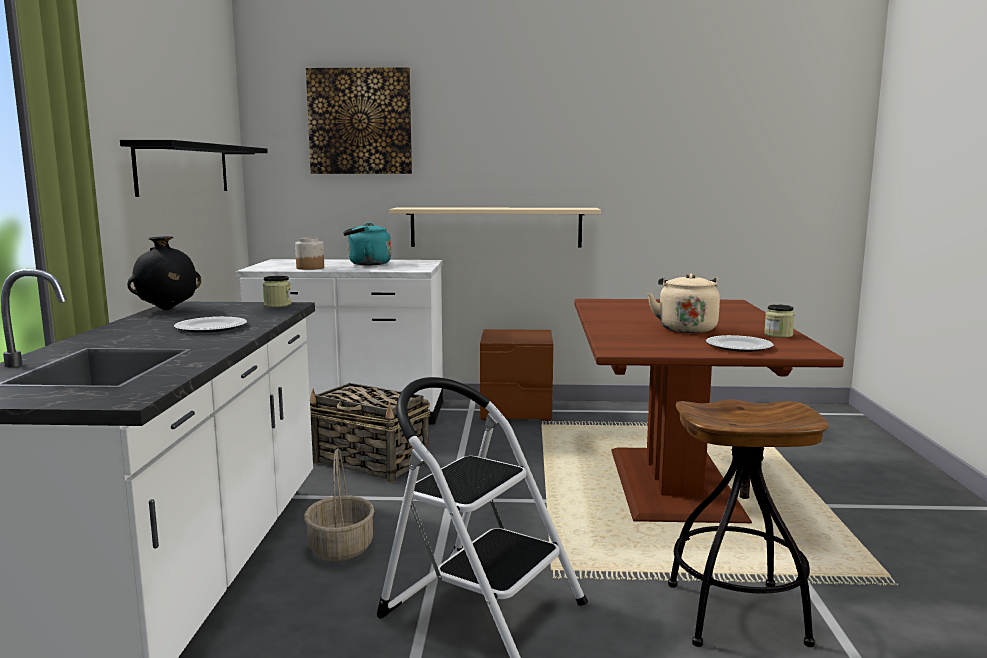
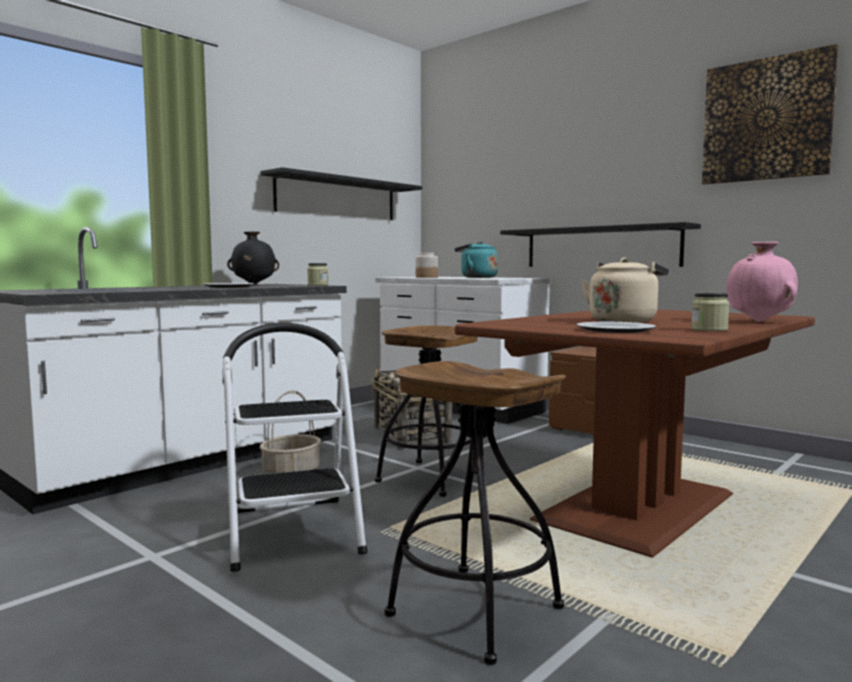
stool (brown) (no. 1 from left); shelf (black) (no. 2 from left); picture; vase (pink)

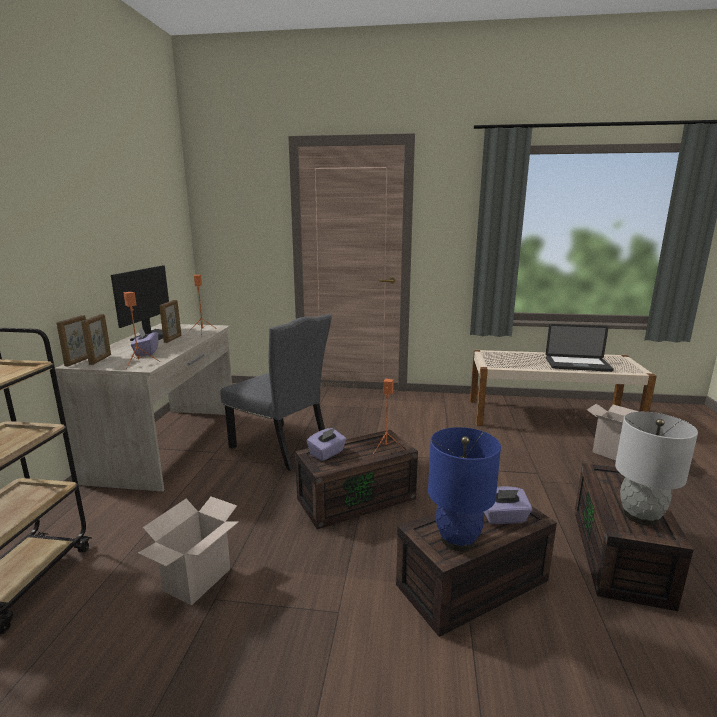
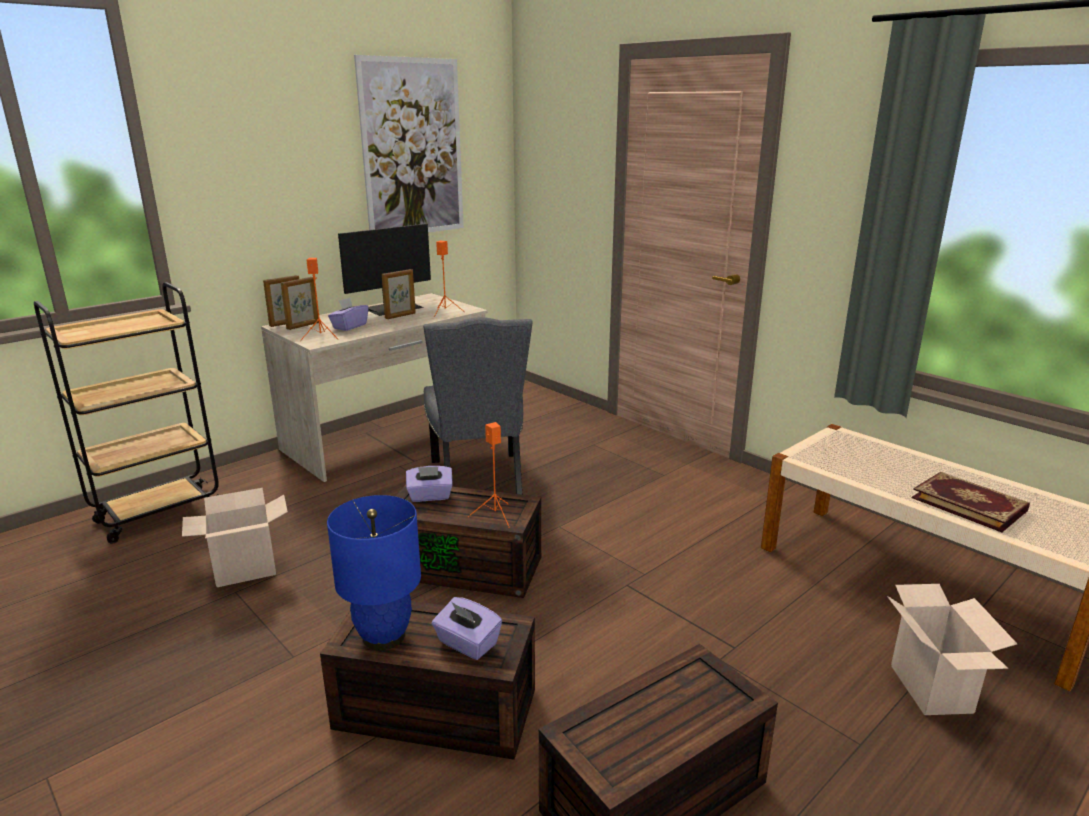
picture; book; table lamp (white)

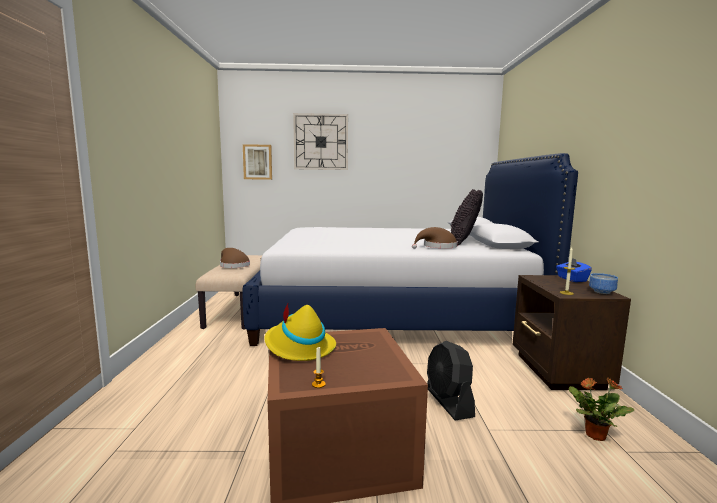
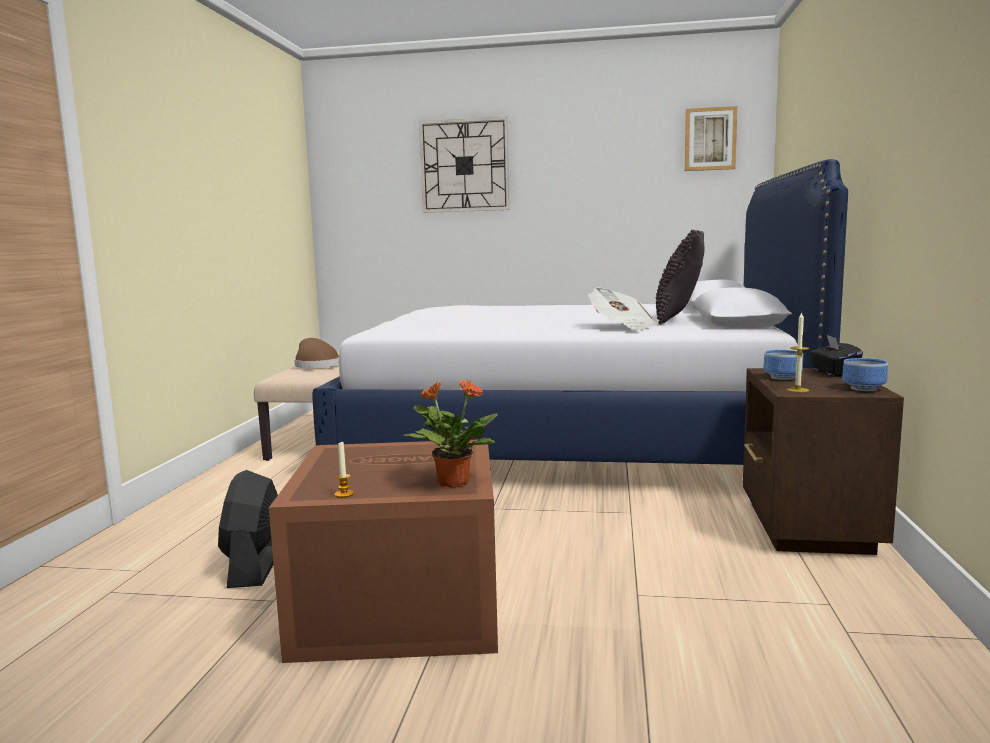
fan (black); potted plant; newspaper; picture; bowl (no. 1 from left); tissue box (black); hat (yellow)

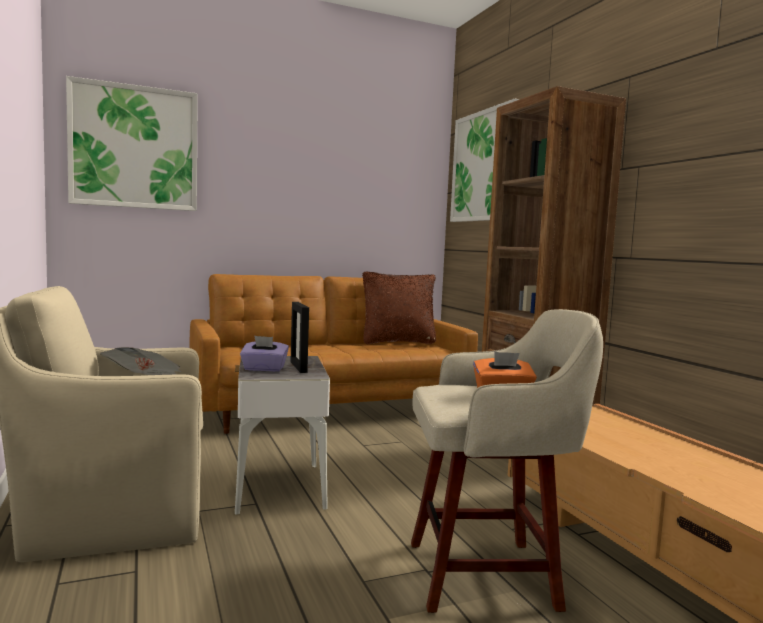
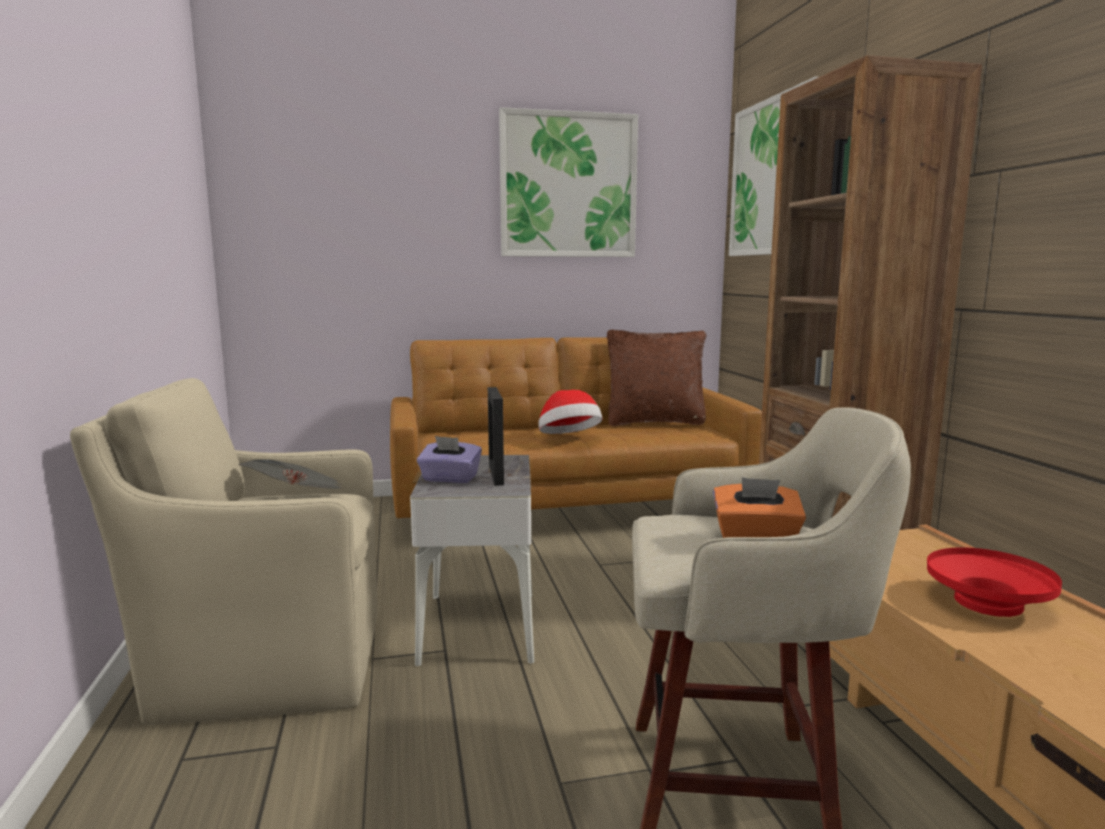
picture (no. 1 from left); hat; bowl (red)

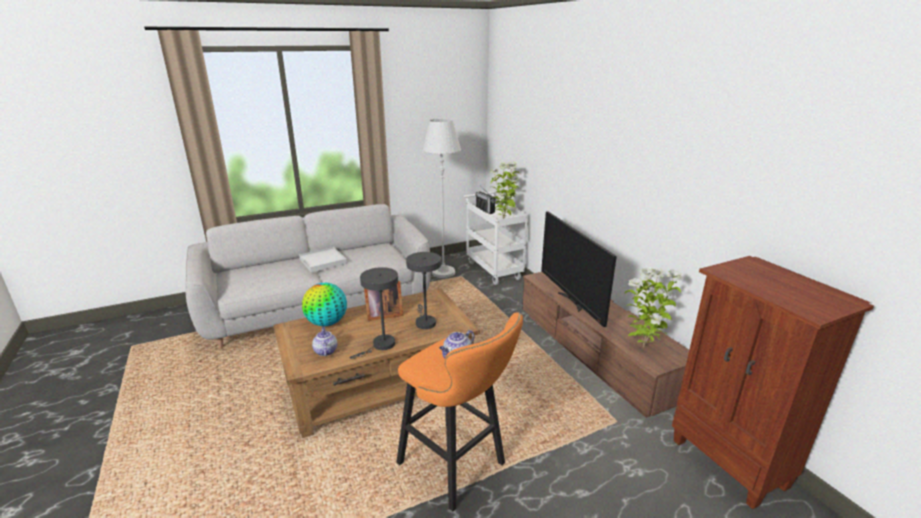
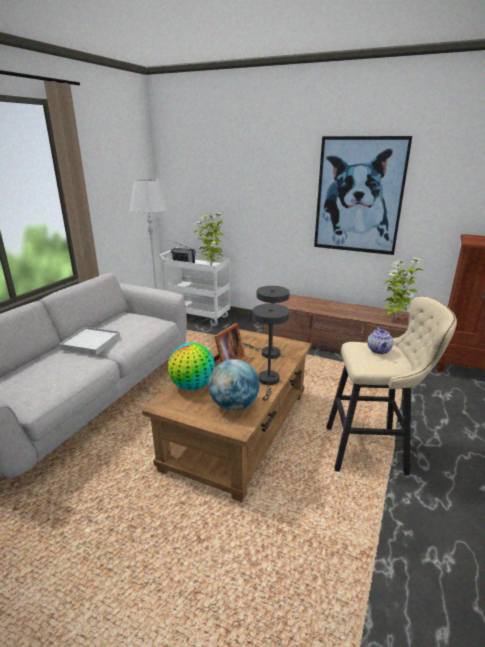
globe (no. 2 from left); picture; stool (beige); television

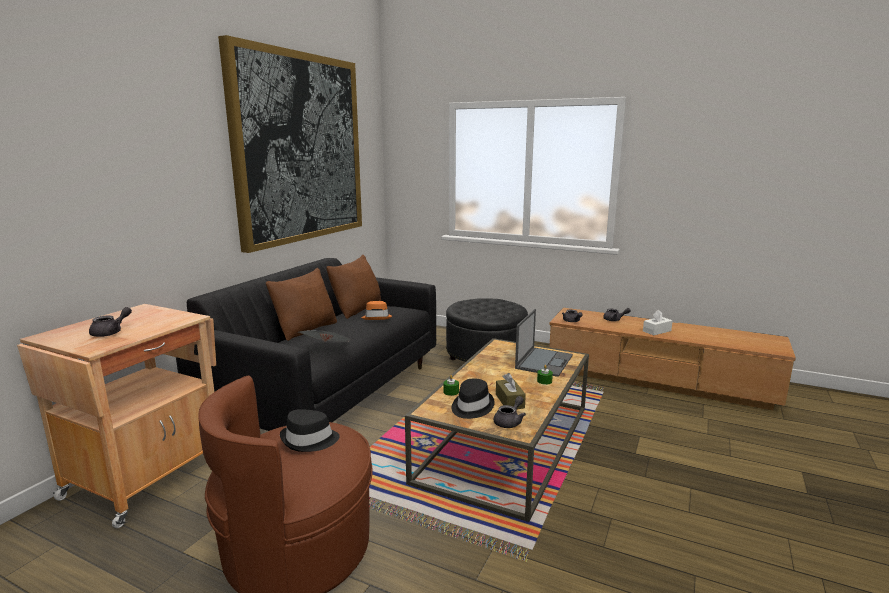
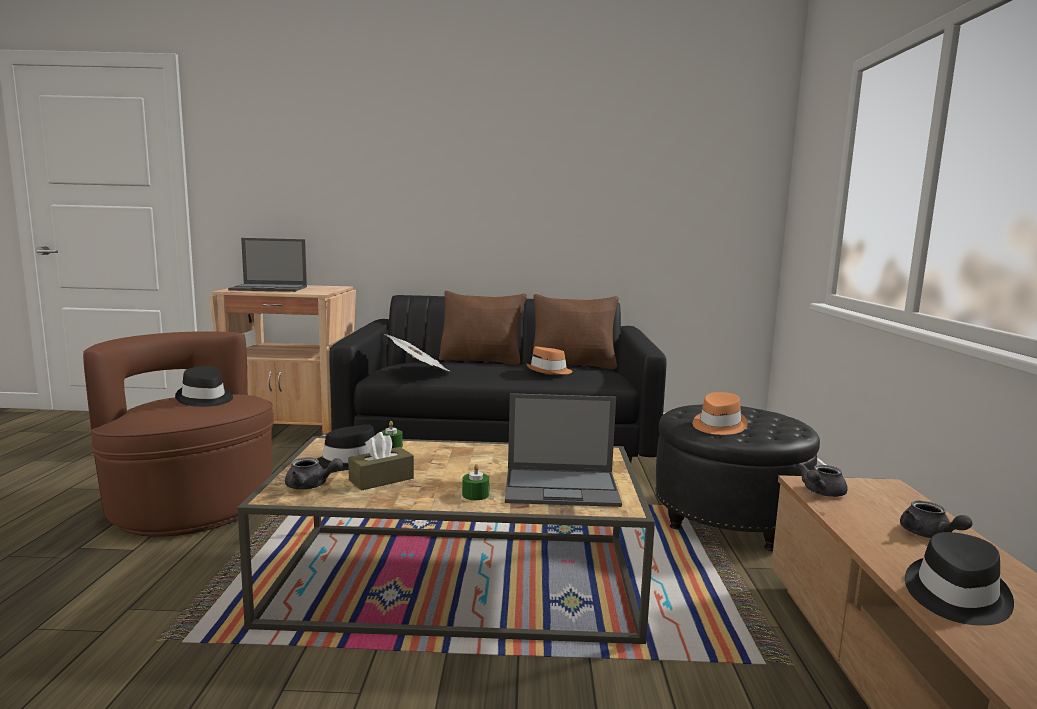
laptop (no. 1 from left); hat (orange) (no. 2 from left); hat (black) (no. 3 from left); picture

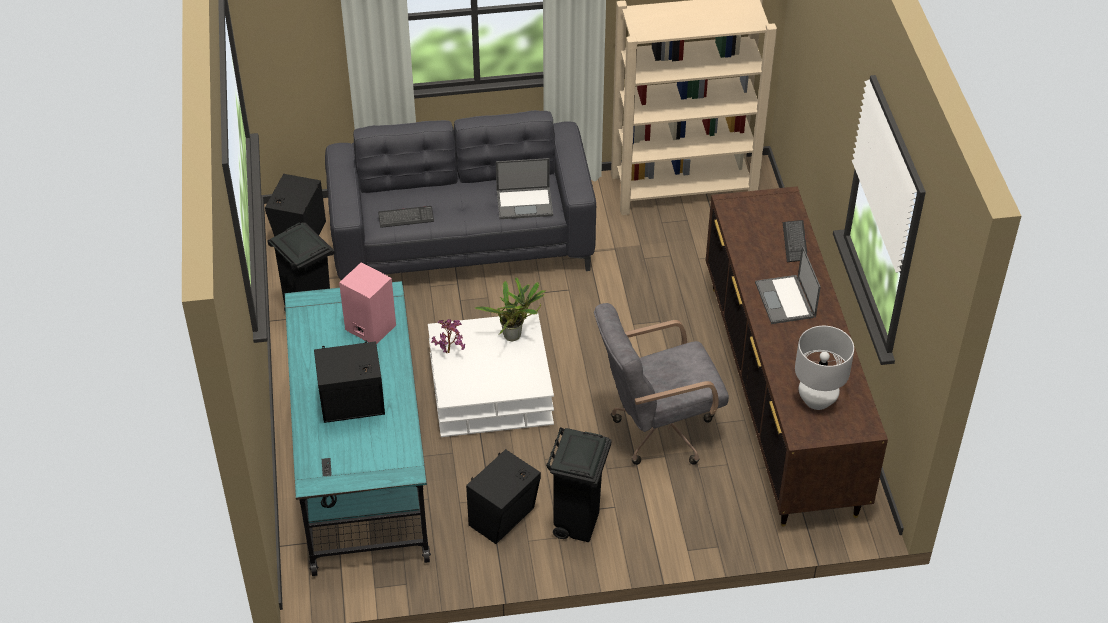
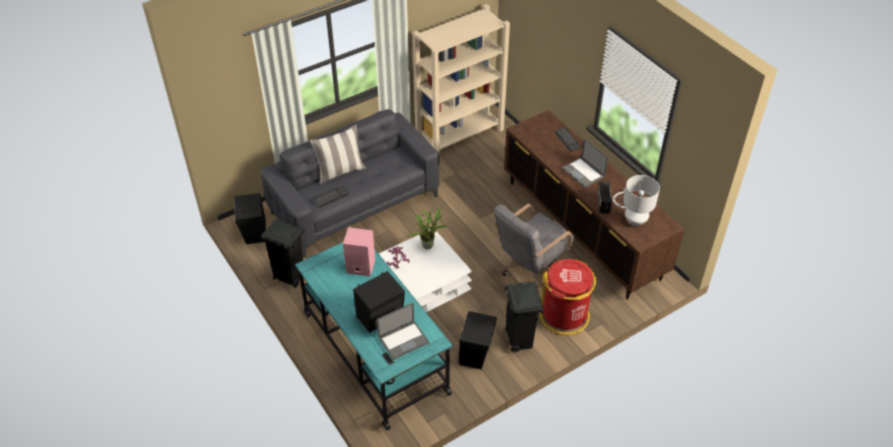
pillow; laptop (no. 1 from left); trash can (red); radio

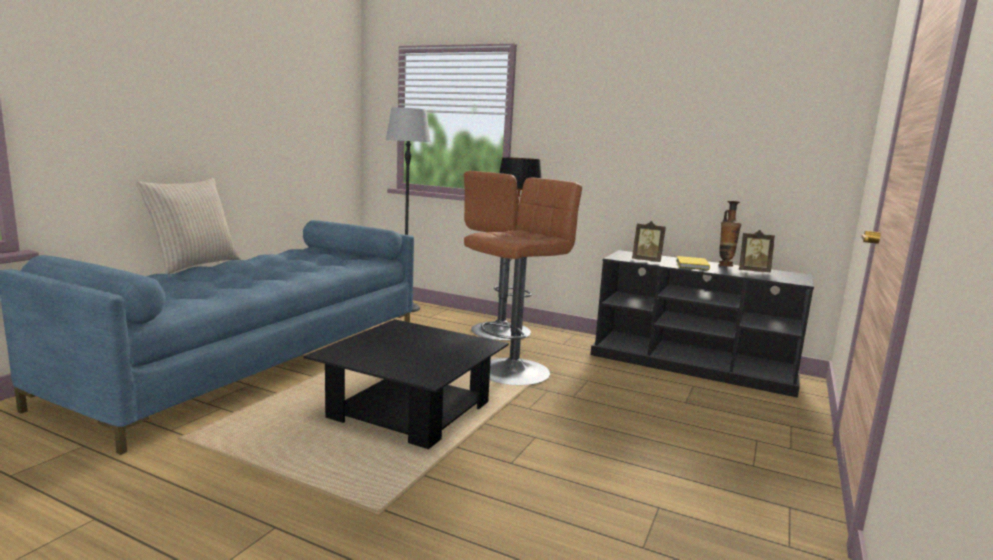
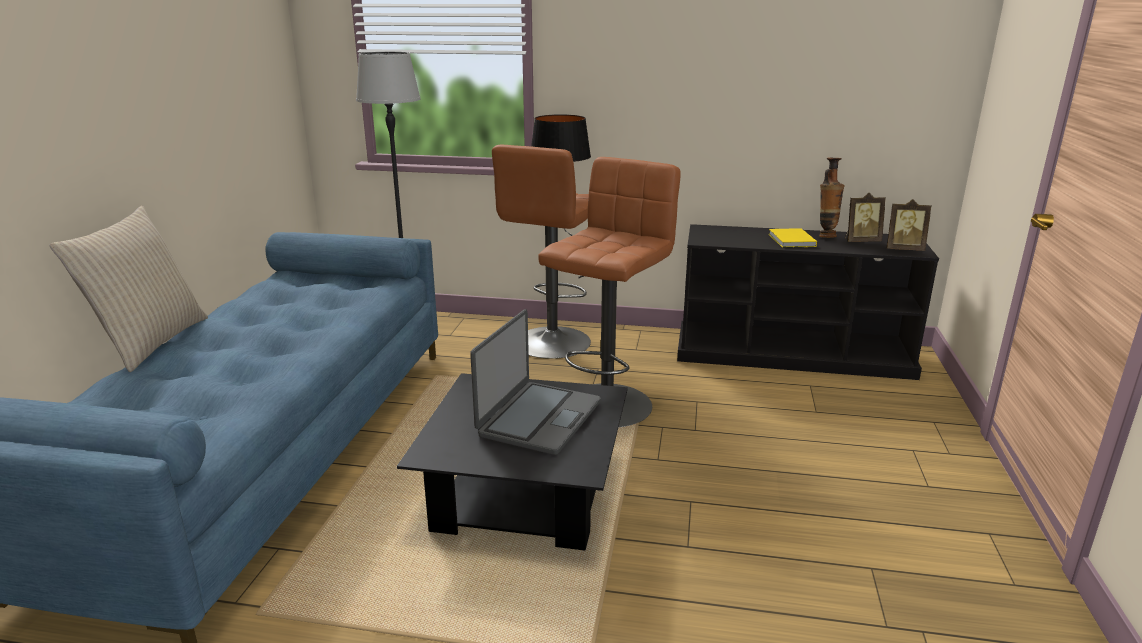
laptop; picture frame (no. 2 from left)

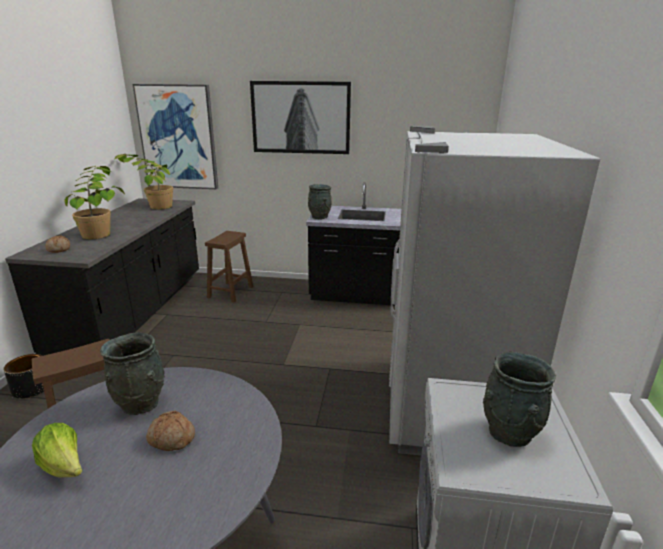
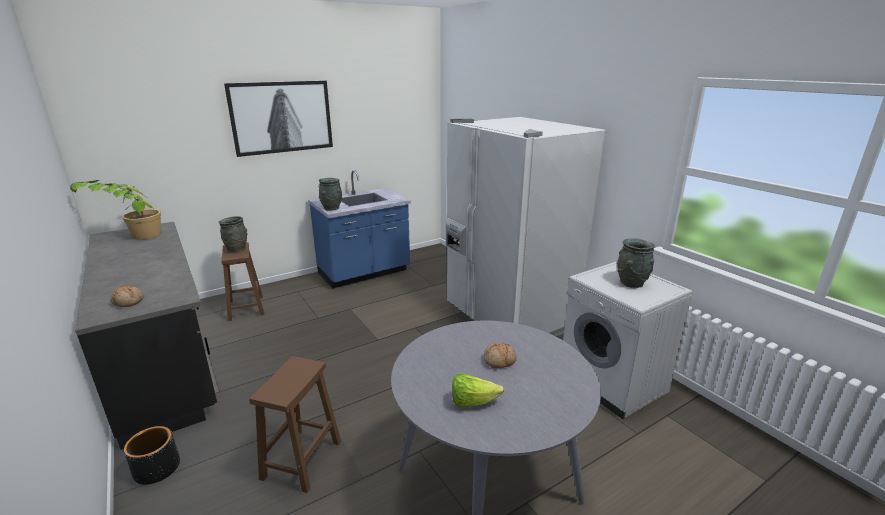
vase (grey) (no. 1 from left); counter (blue); potted plant (no. 1 from left in the first image); picture (no. 1 from left in the first image)

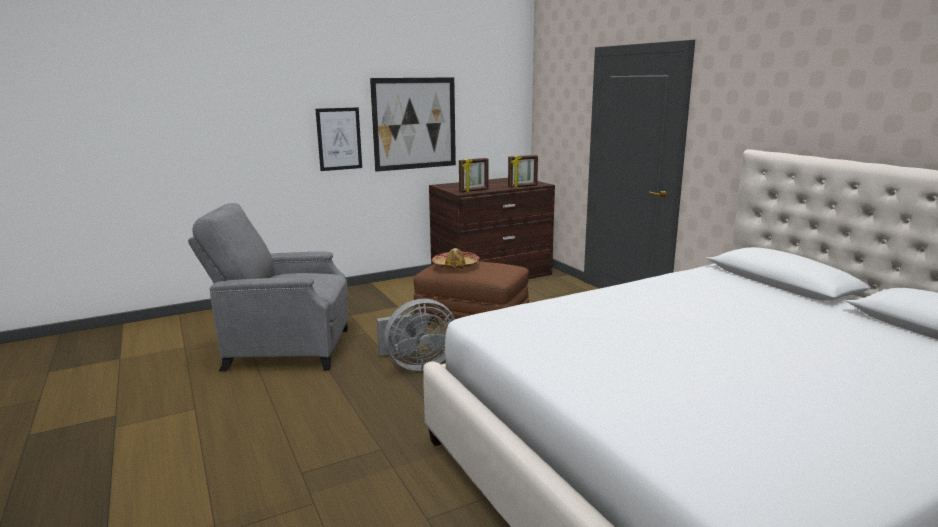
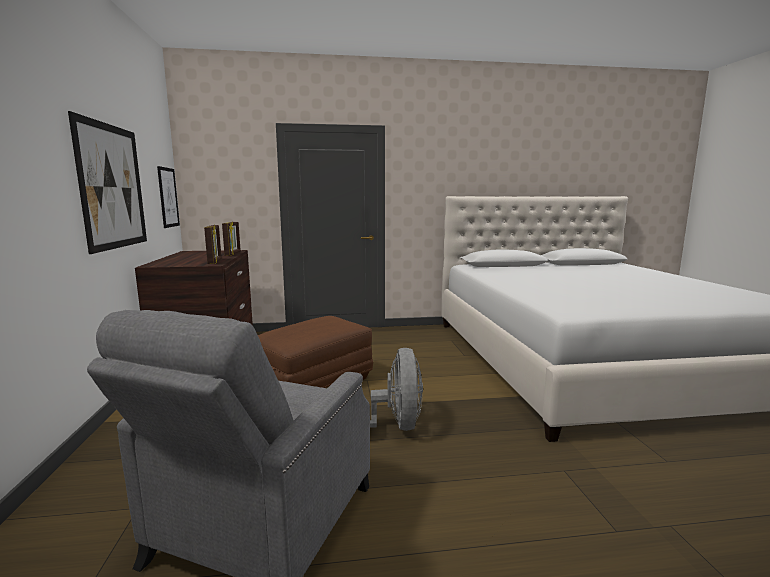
picture (no. 2 from left); hat

